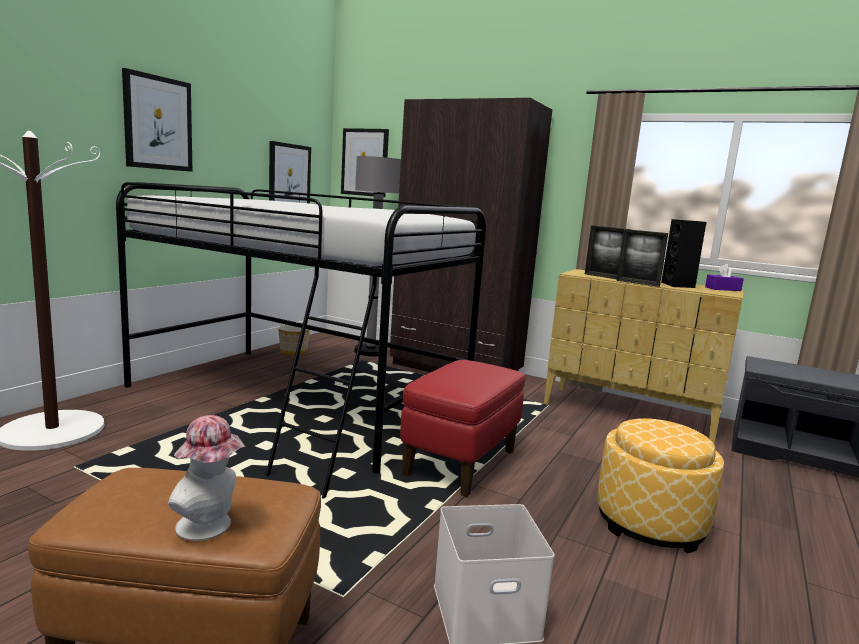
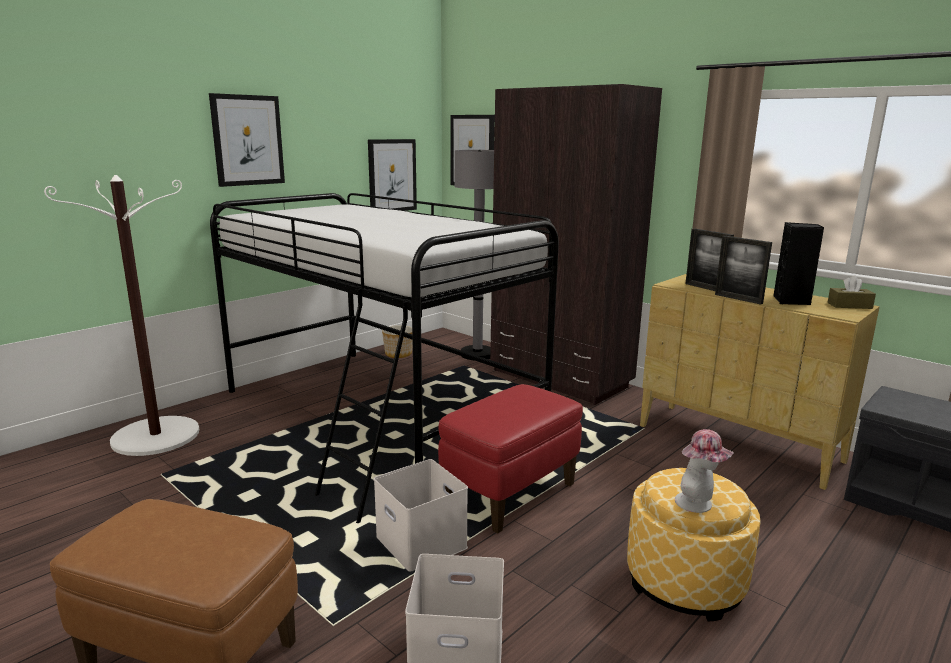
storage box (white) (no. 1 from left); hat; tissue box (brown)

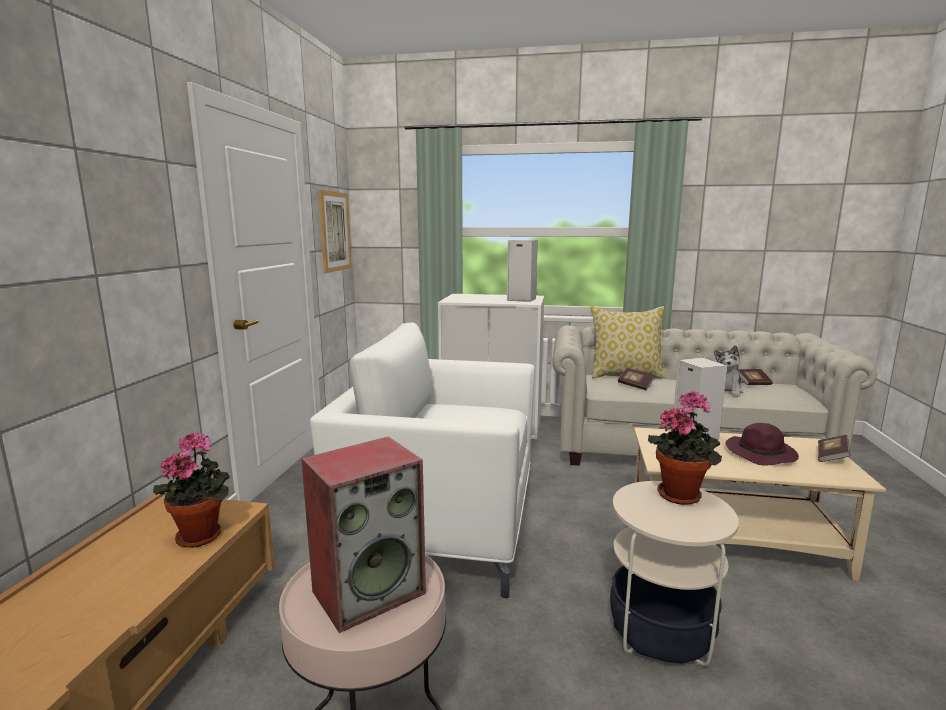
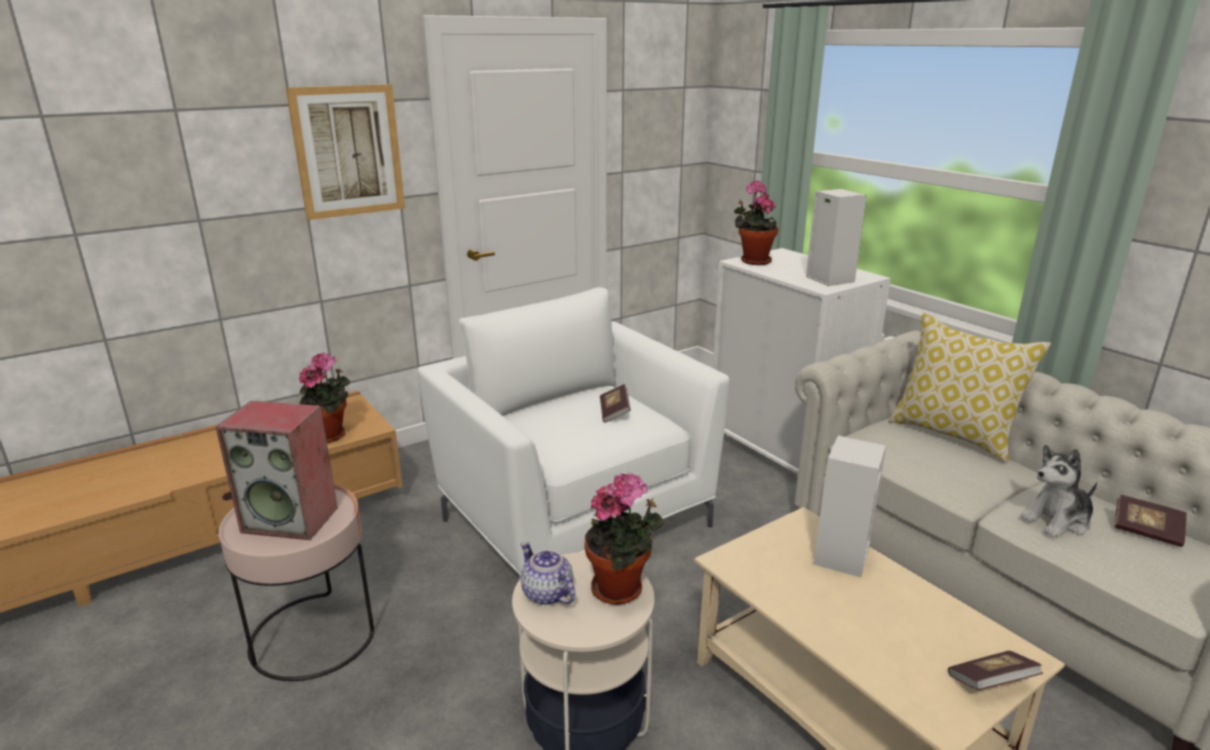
picture; teapot; book (no. 1 from left); potted plant (no. 3 from left); hat (purple)

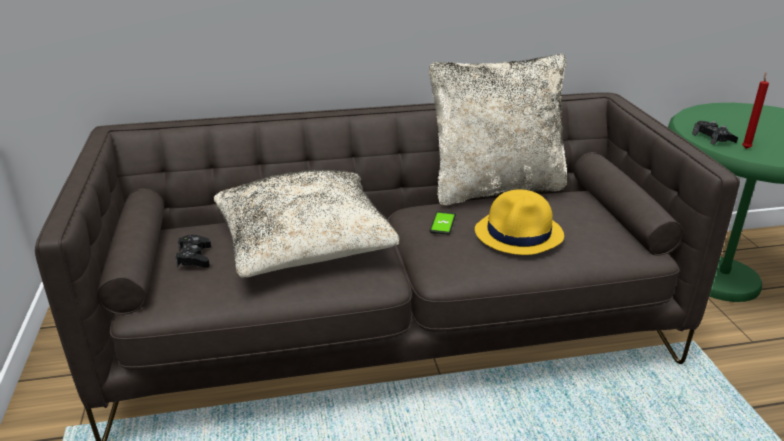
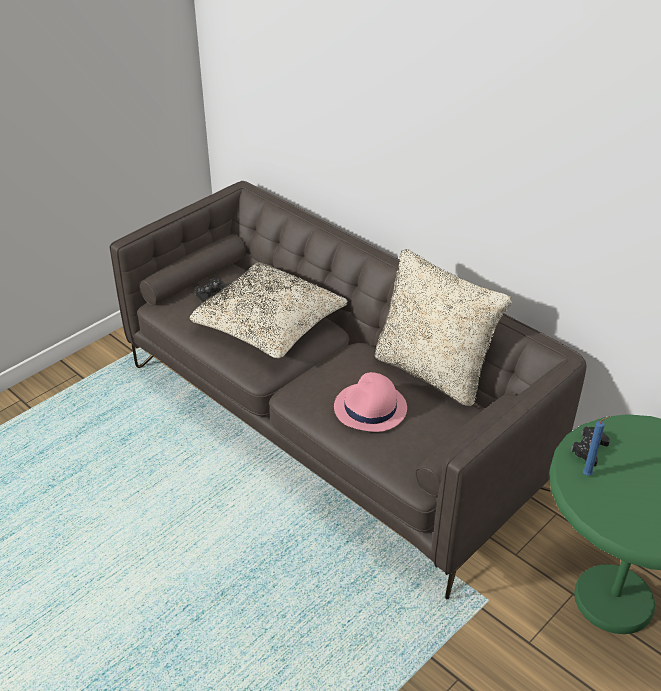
hat (pink); candle (blue); phone

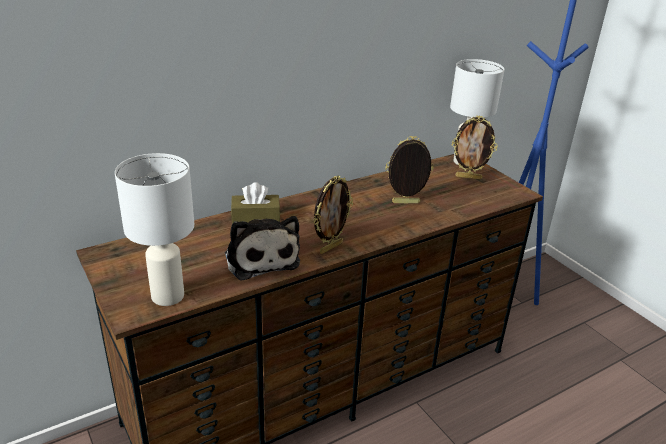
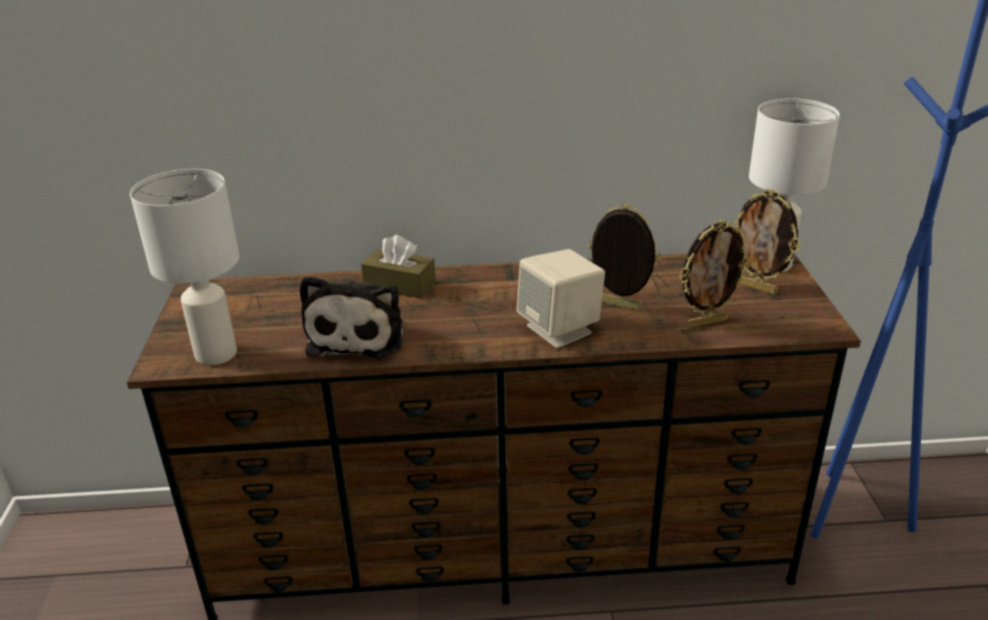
speaker (beige); picture frame (no. 2 from left)

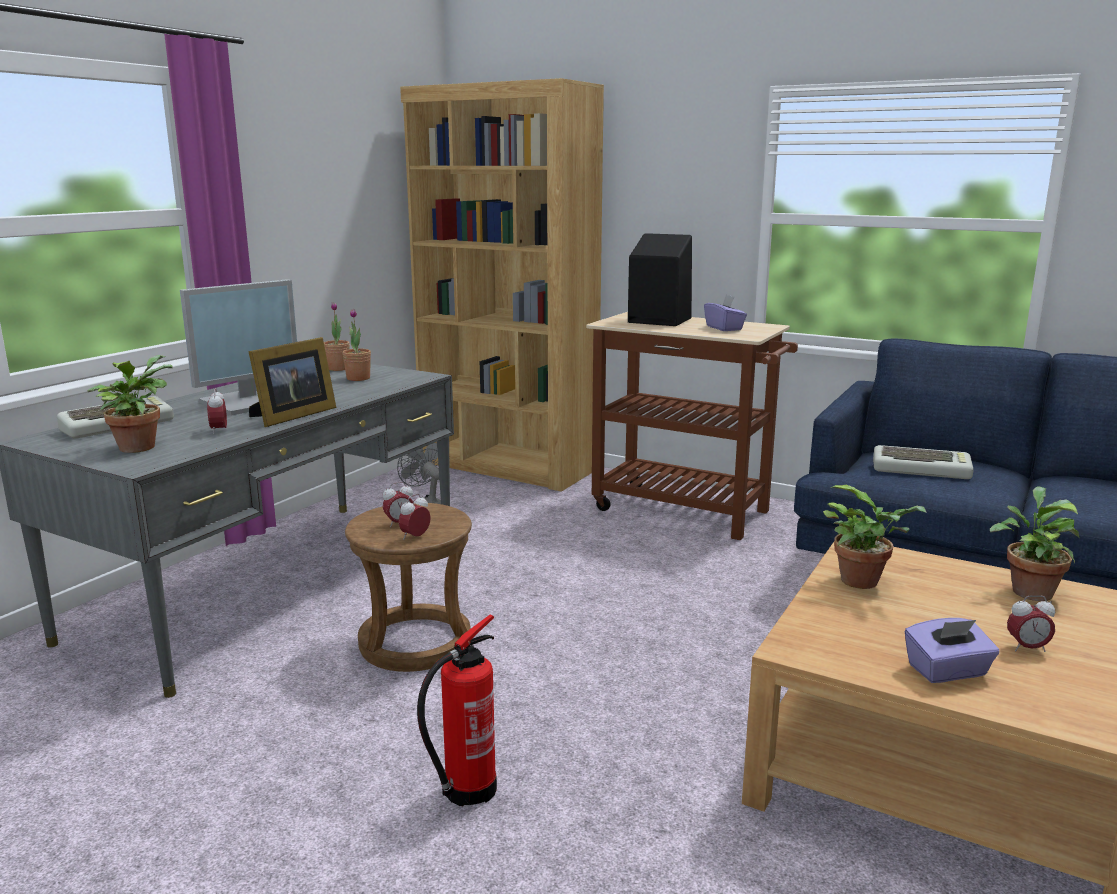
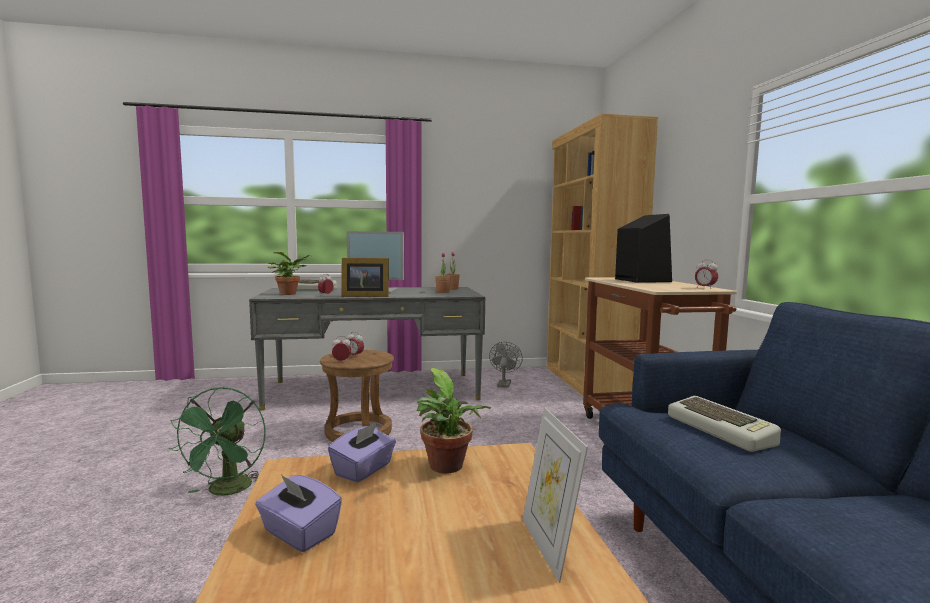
fan (green); tissue box (purple) (no. 2 from left); picture frame (no. 2 from left); alarm clock (no. 4 from left)

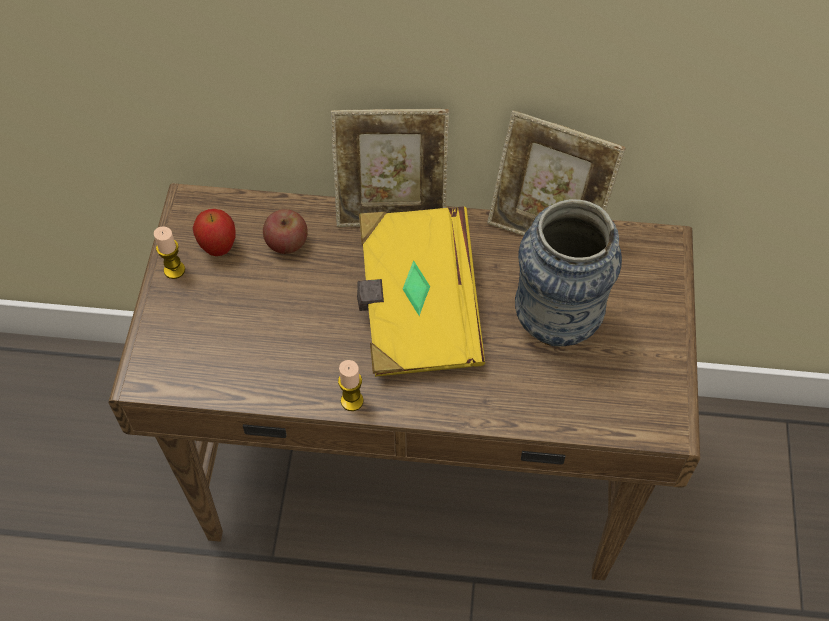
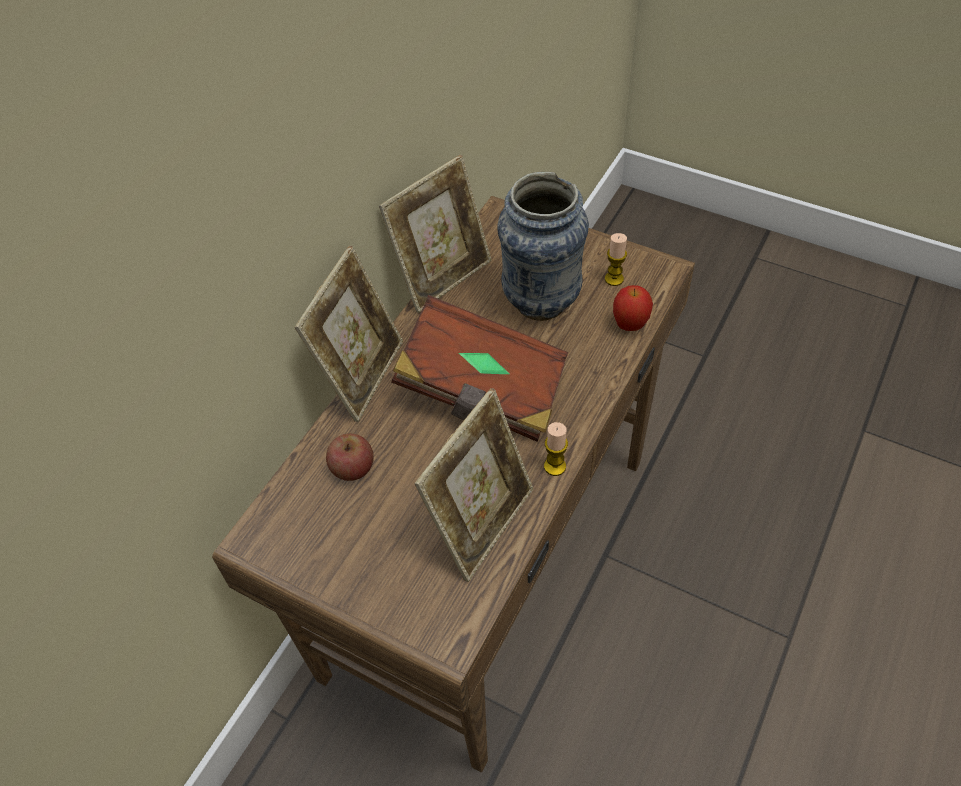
book (brown); picture frame (no. 3 from left); candle (no. 2 from left); apple (no. 2 from left)

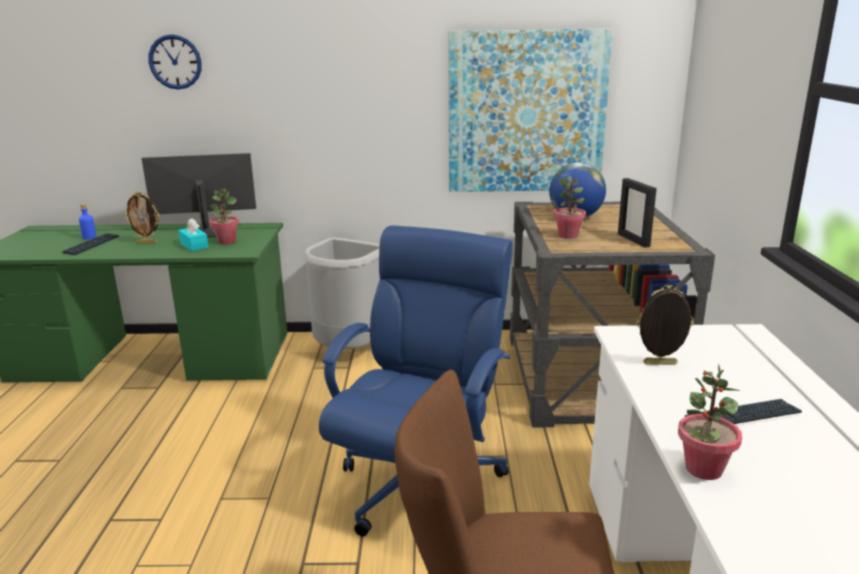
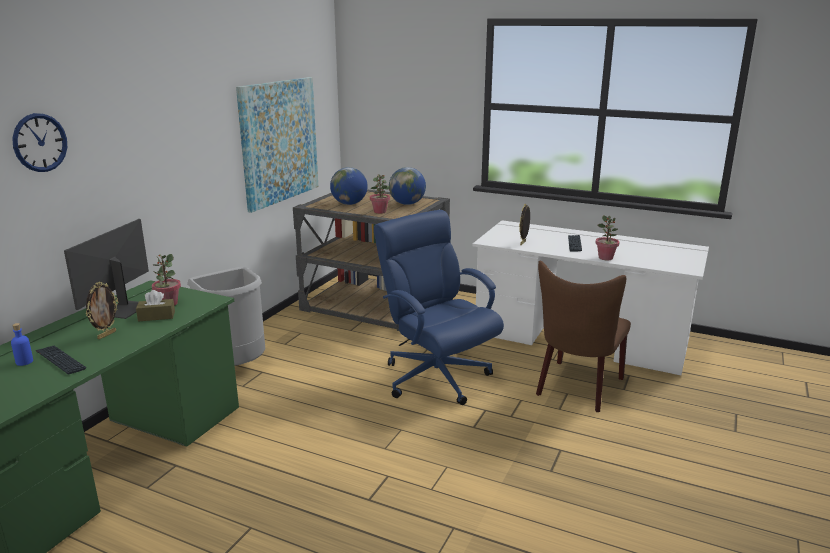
tissue box (brown); globe (no. 2 from left)

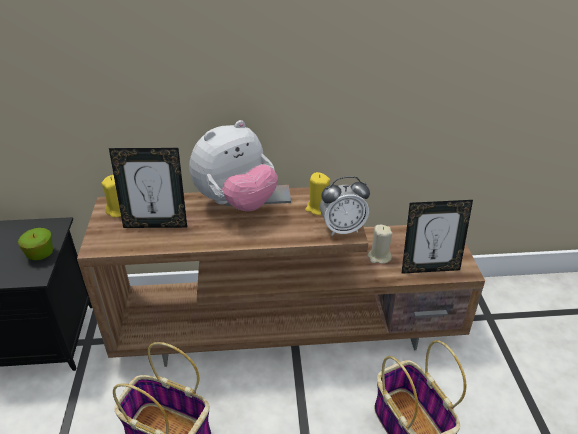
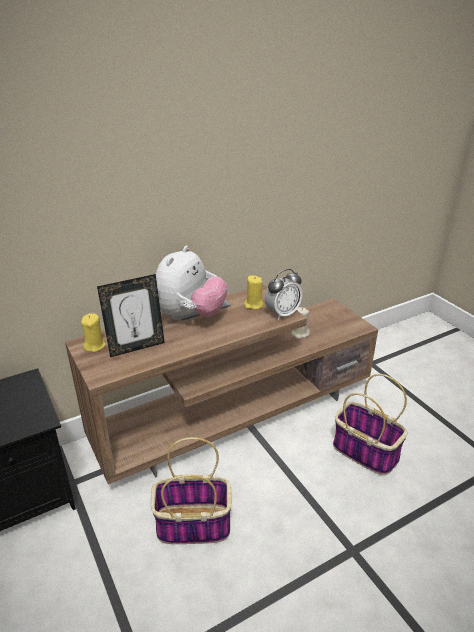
apple; picture frame (no. 2 from left in the first image)

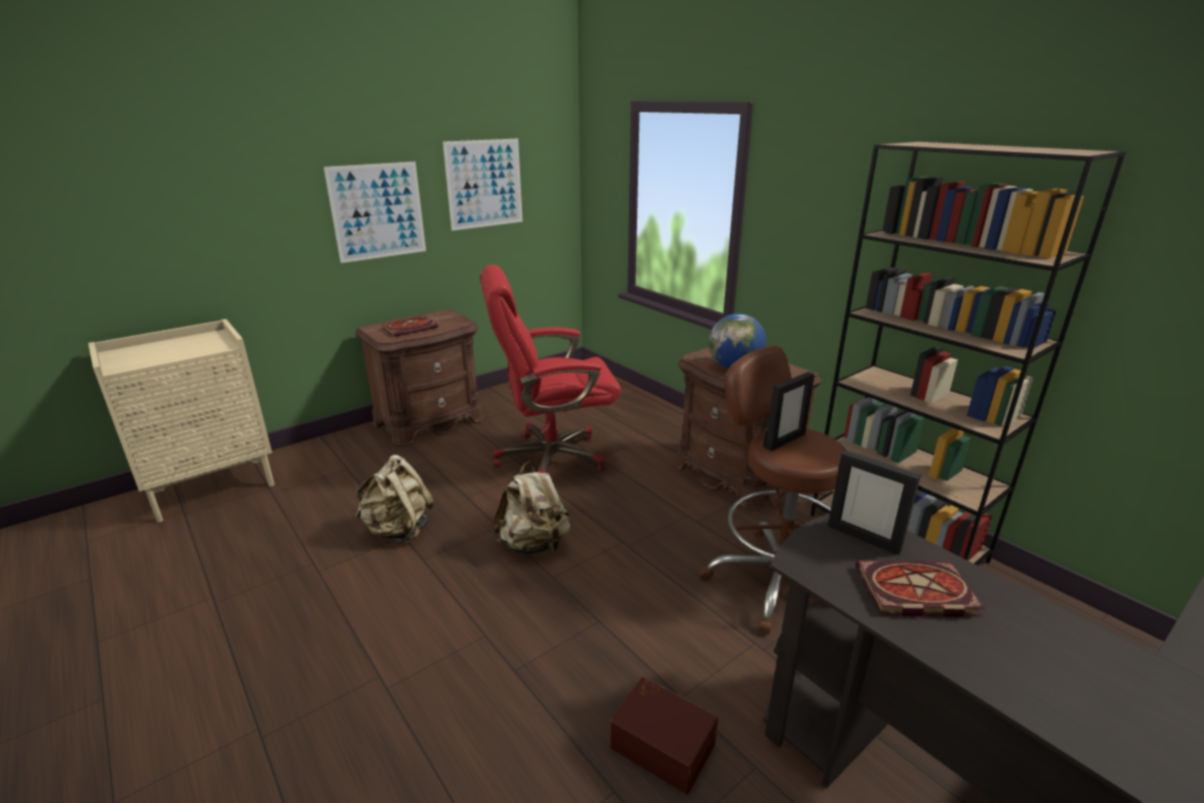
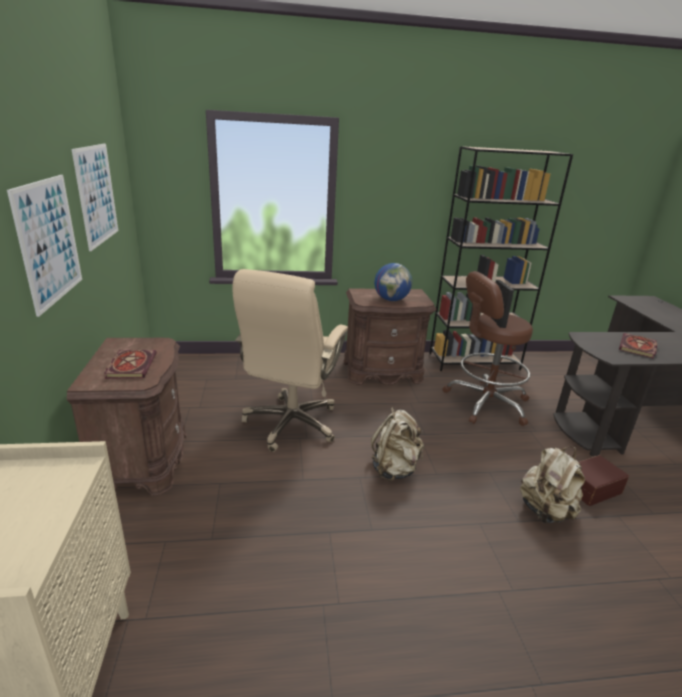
office chair (beige); backpack (beige) (no. 2 from left); picture frame (no. 2 from left in the first image)

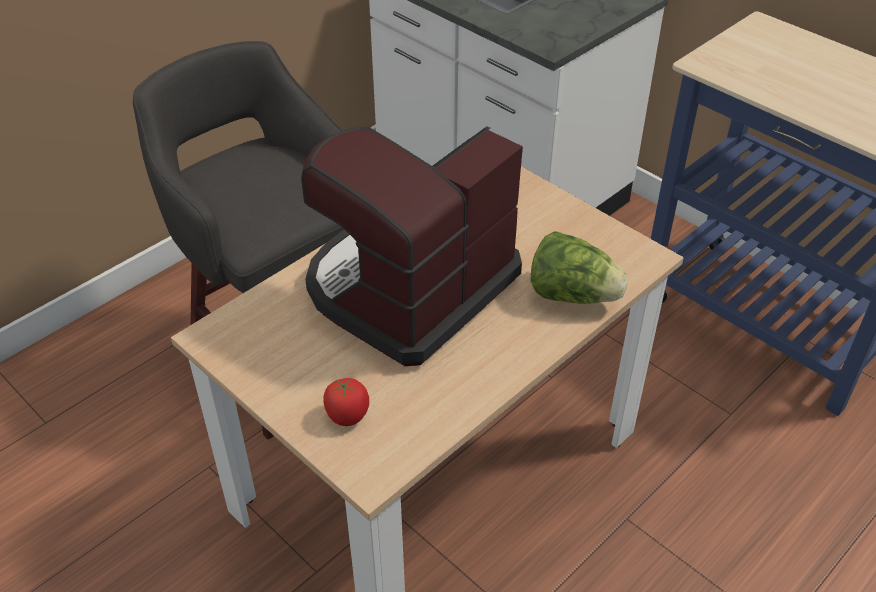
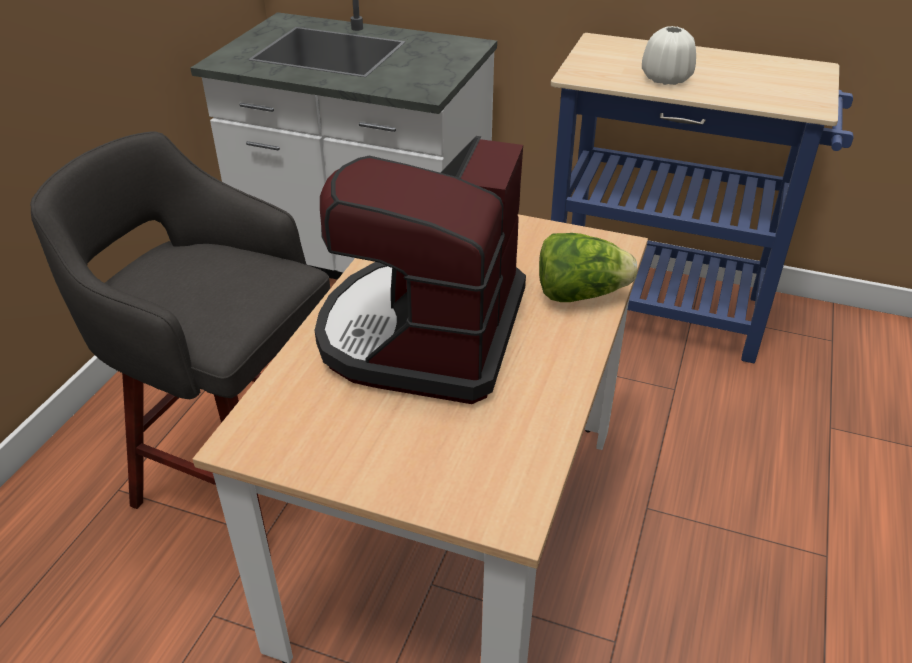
vase (white); tomato

